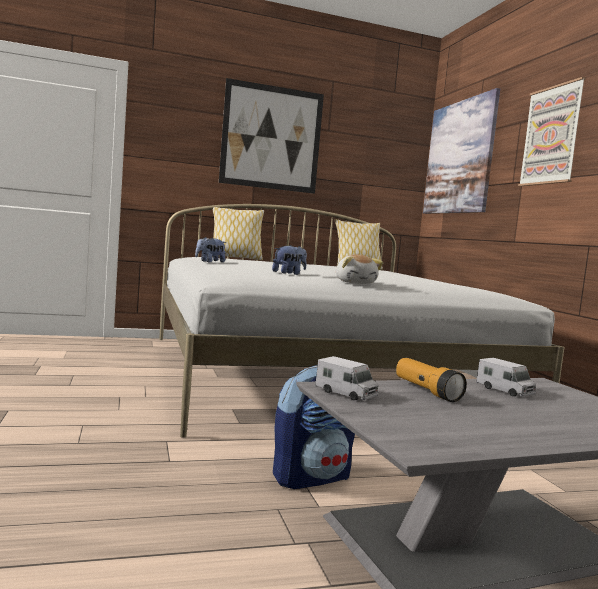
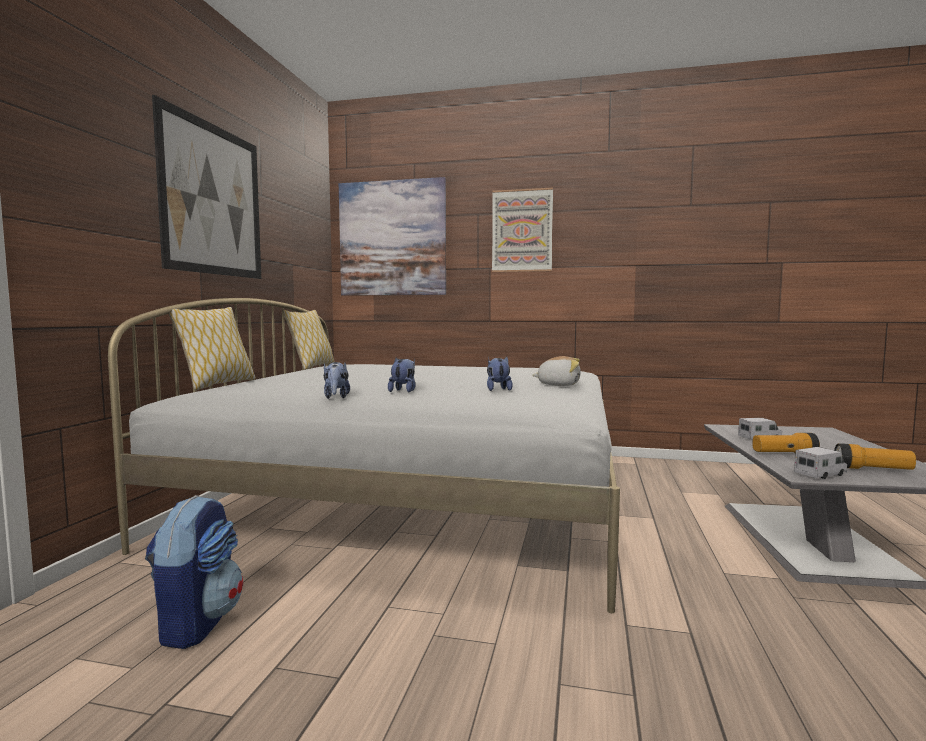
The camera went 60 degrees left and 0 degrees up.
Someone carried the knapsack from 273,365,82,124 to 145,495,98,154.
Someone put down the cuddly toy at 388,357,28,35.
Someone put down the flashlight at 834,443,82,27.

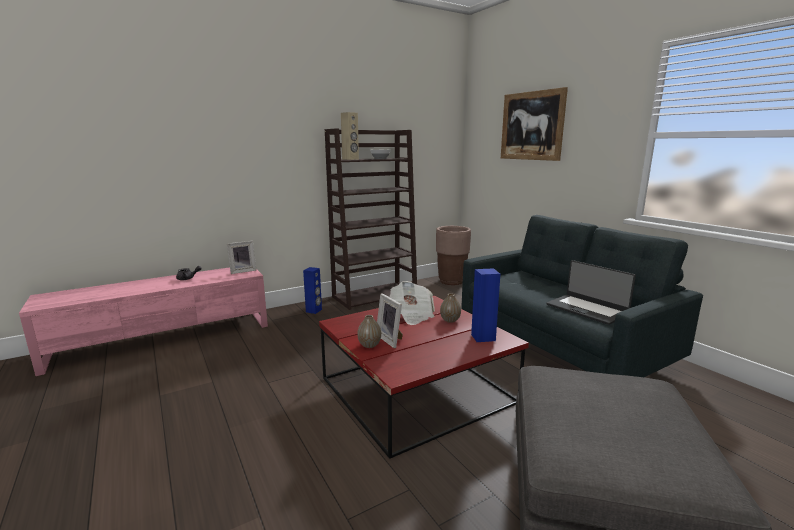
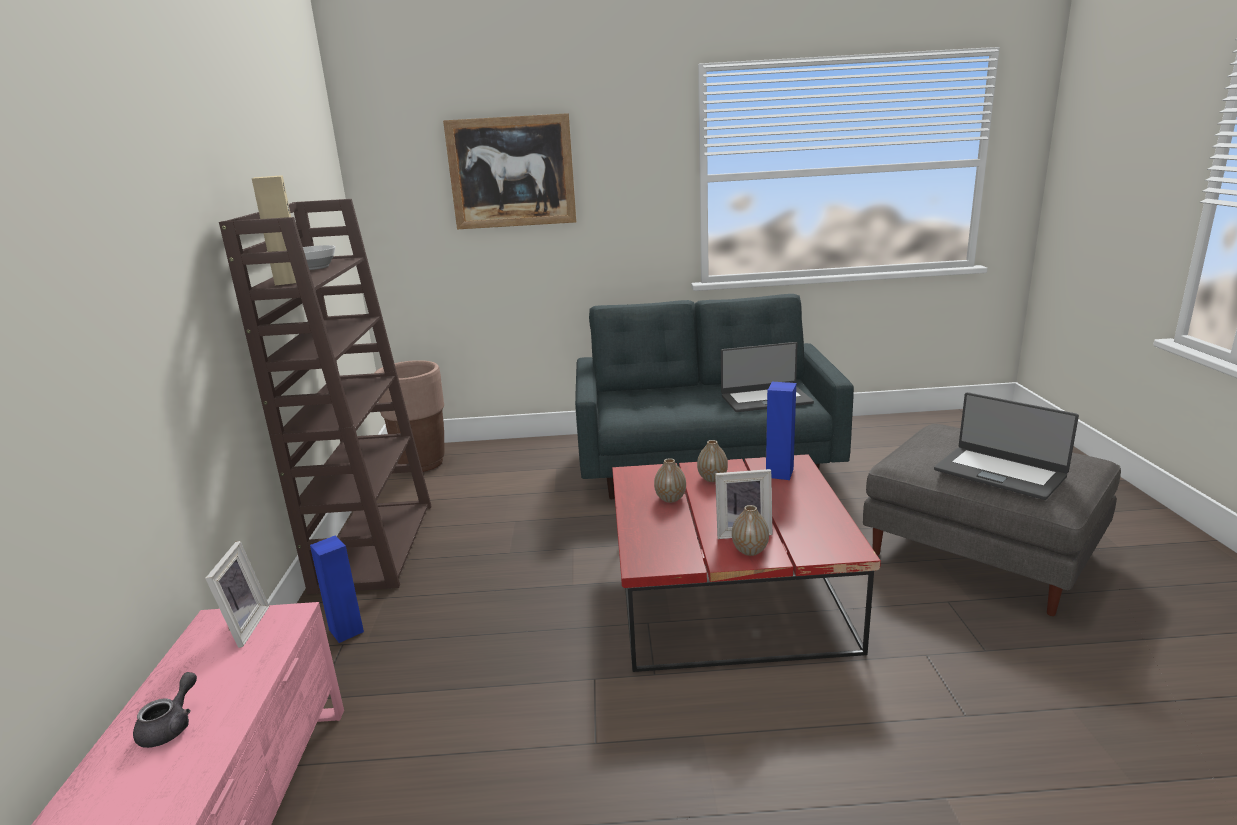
The camera went 60 degrees left and 5 degrees up.
Someone swapped the daily paper at 389,281,46,44 for the vase at 654,458,32,45.
Someone put down the notebook computer at 934,392,145,108.

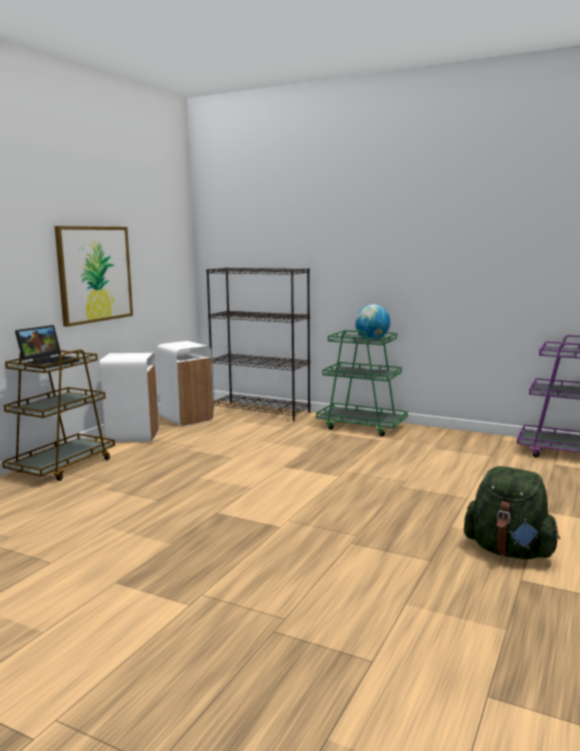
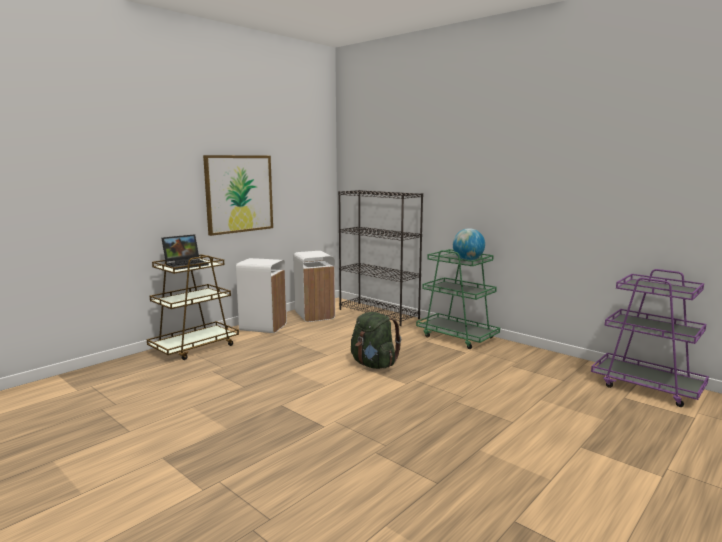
The camera went 15 degrees right and 0 degrees up.
Someone carried the knapsack/green from 464,466,96,93 to 351,312,50,57.

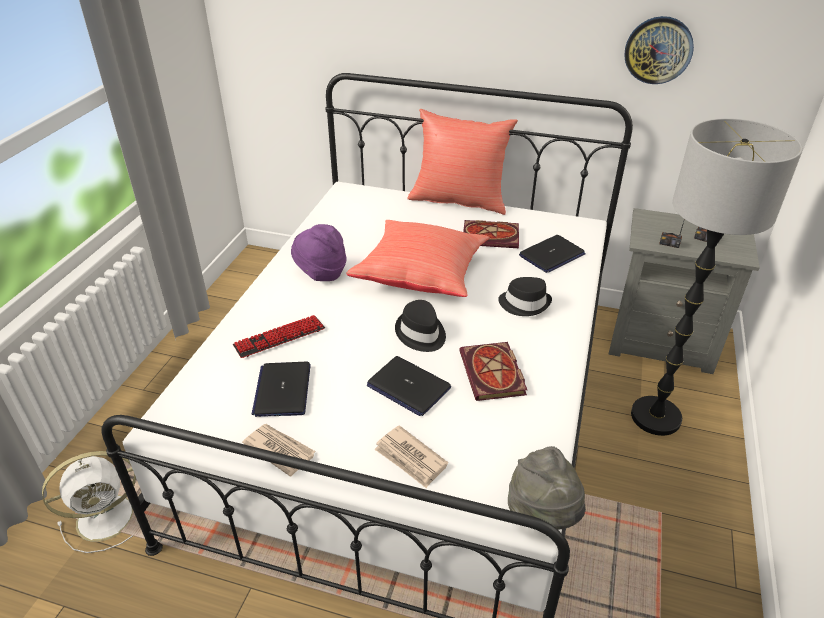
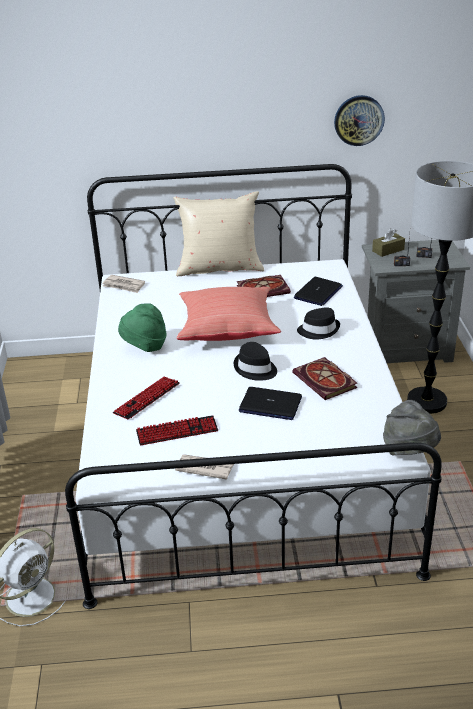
The camera went 20 degrees left and 5 degrees down.
Someone carried the daily paper from 374,425,74,63 to 102,275,43,18.
Someone repainted the wearable hat/purple-coloured at 291,224,56,57, which became the wearable hat/green at 118,303,49,49.
Someone swapped the notebook computer at 252,362,59,55 for the computer keyboard at 136,415,82,31.
Someone repainted the cushion/reddish at 407,109,111,106, which became the cushion/sand-coloured at 173,191,91,85.
Someone put down the tissue holder/brown-coloured at 372,228,33,29.

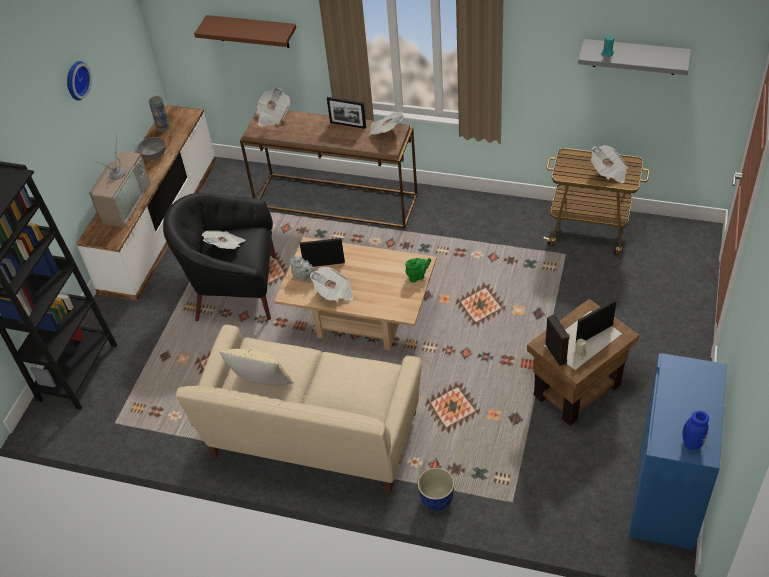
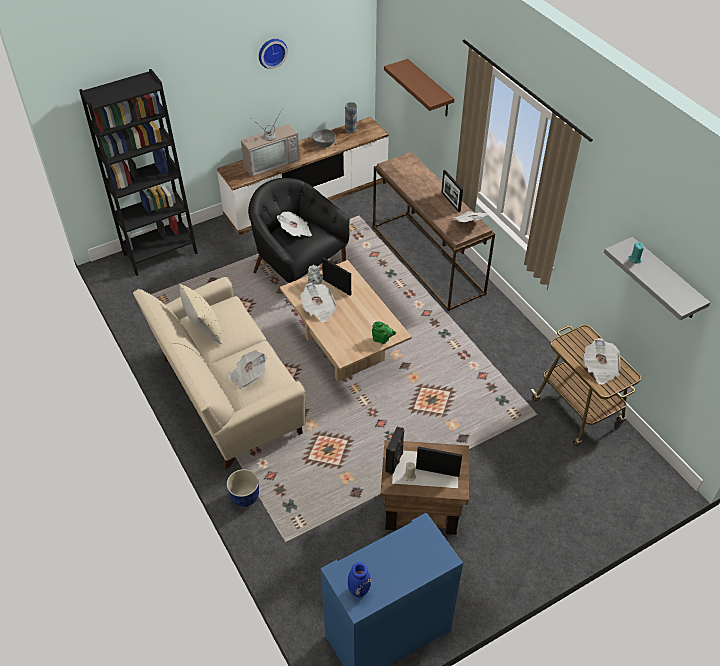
The camera went 40 degrees right and 0 degrees up.
Someone carried the daily paper from 256,88,34,39 to 228,350,39,39.

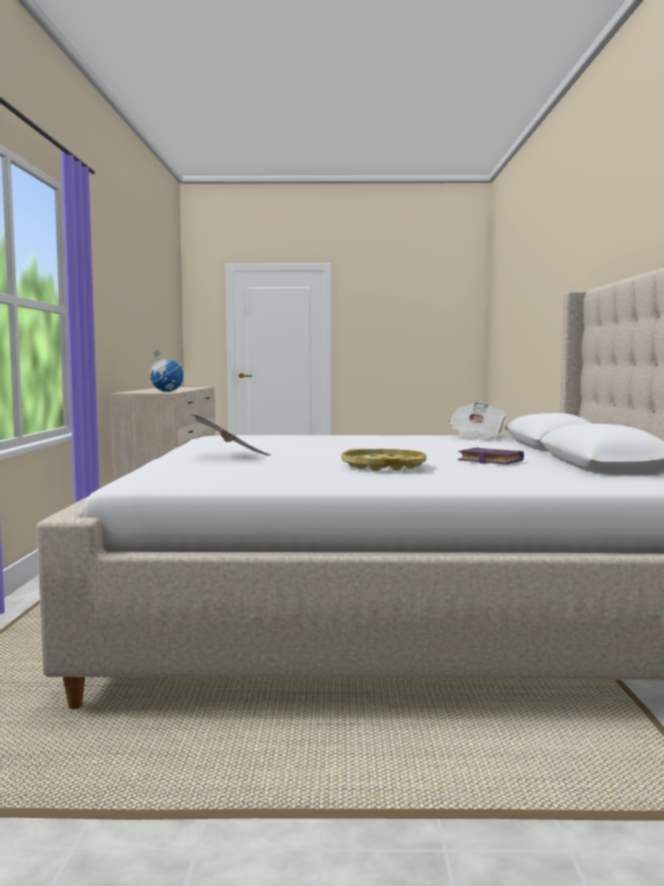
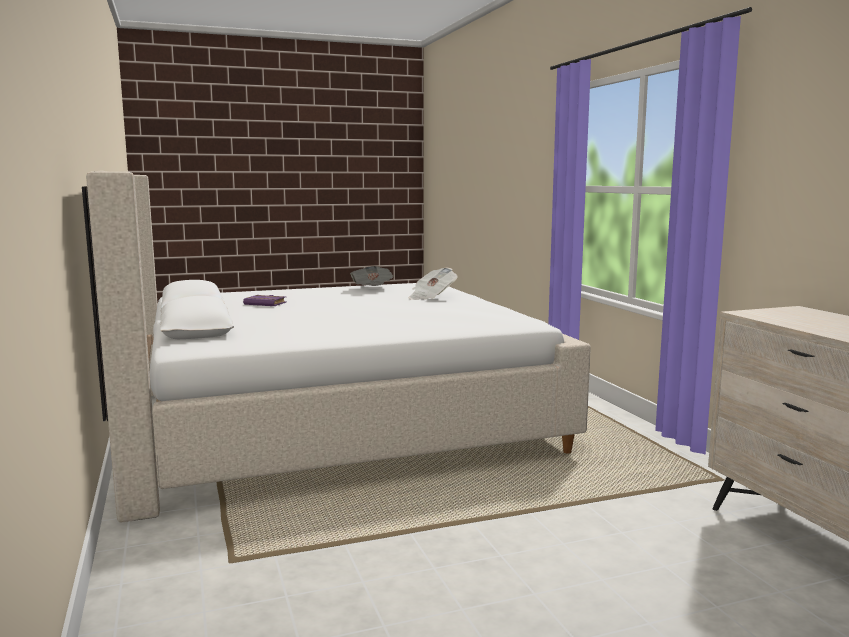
The camera went 160 degrees right and 5 degrees up.
Someone carried the daily paper from 449,402,59,39 to 350,266,44,20.
Someone took away the world globe at 149,349,35,43.
Someone took away the serving tray/yellow at 342,449,84,22.

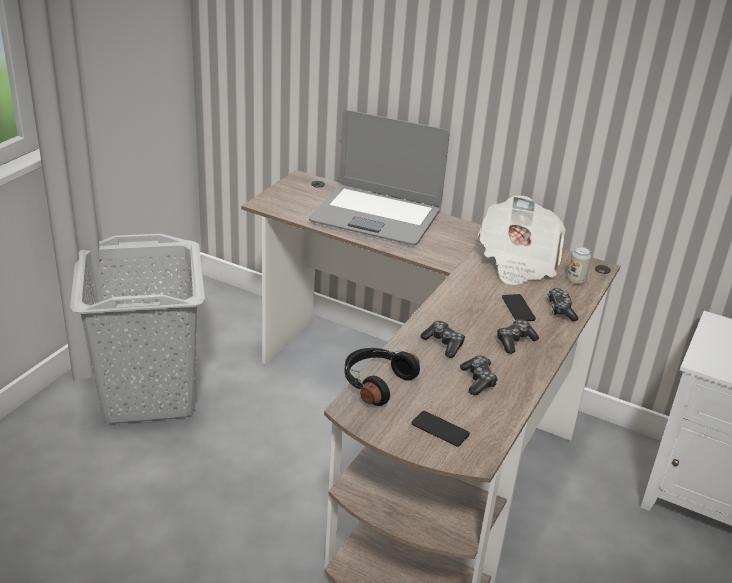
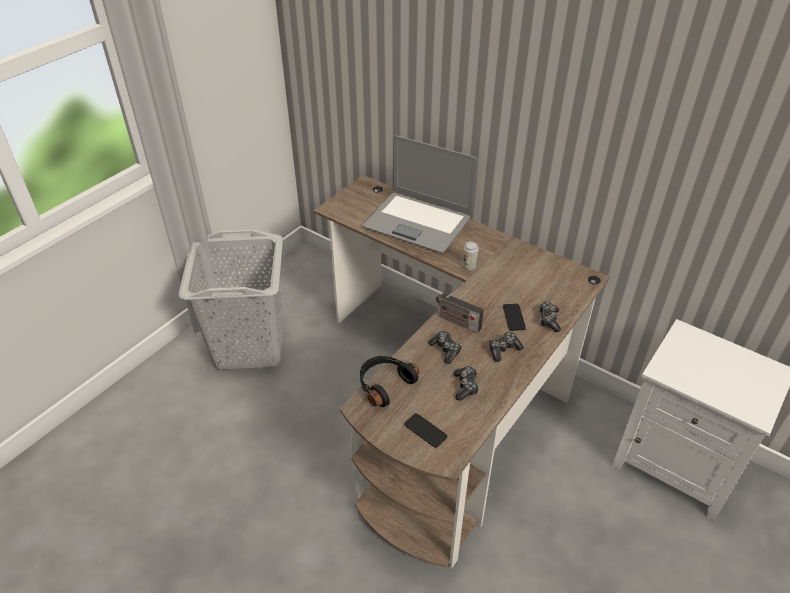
The camera went 10 degrees right and 10 degrees up.
Someone put down the radio at 436,289,48,44.
Someone carried the can from 567,247,24,37 to 462,242,17,28.
Someone took away the daily paper at 478,195,88,90.

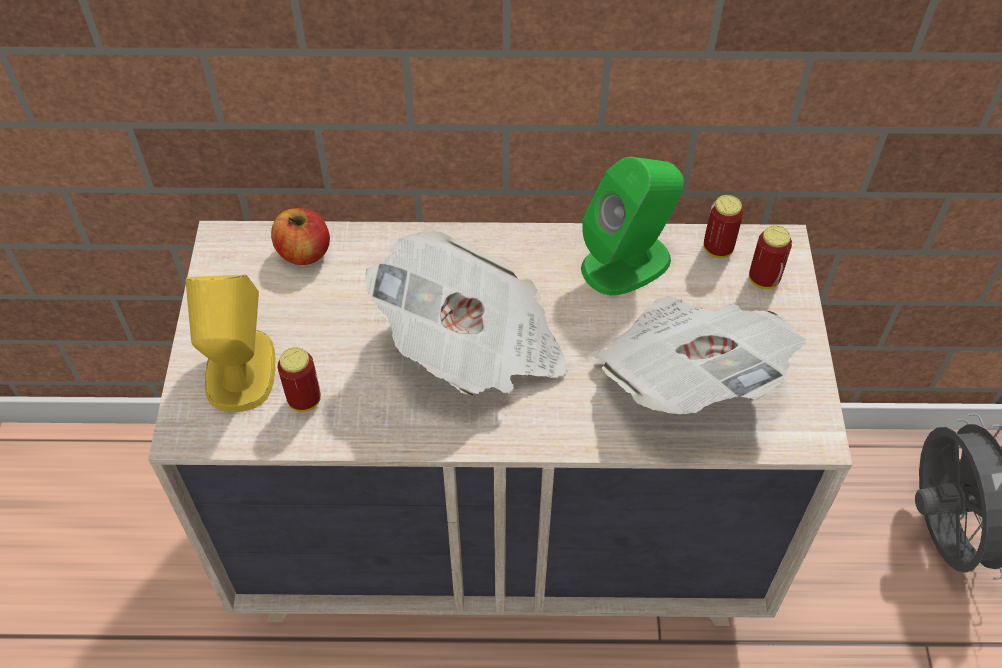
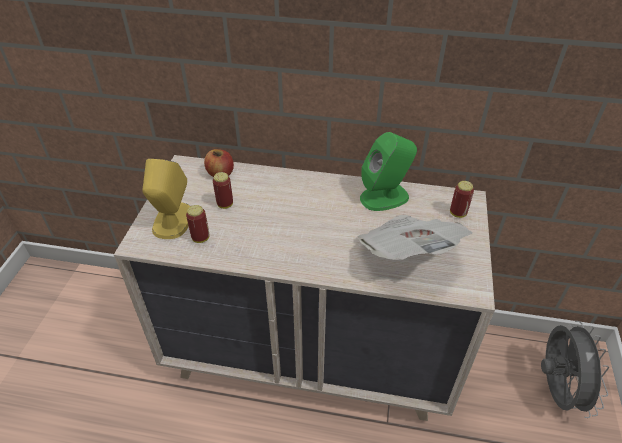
The camera went 10 degrees right and 10 degrees down.
Someone carried the can from 704,195,39,63 to 213,172,20,37.
Someone took away the daily paper at 365,231,204,165.

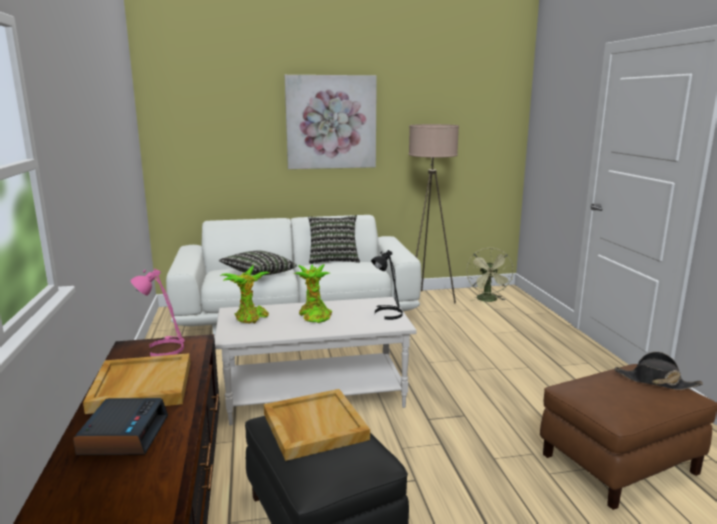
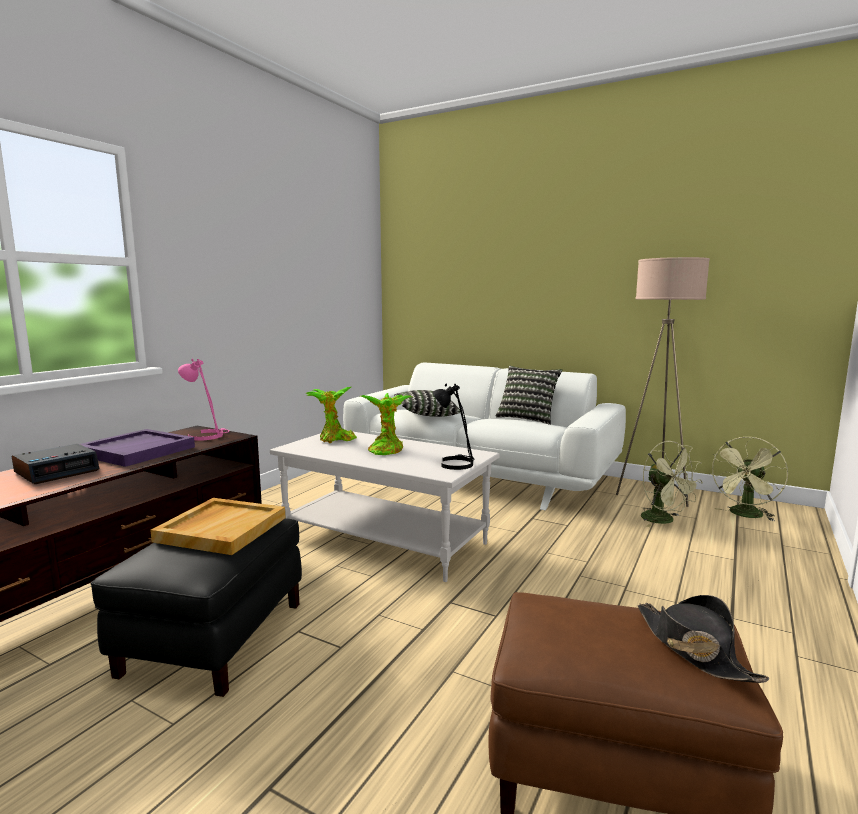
The camera went 40 degrees right and 5 degrees down.
Someone repainted the serving tray/sand-coloured at 83,353,108,61, which became the serving tray/purple-coloured at 80,429,115,38.
Someone put down the electric fan/green at 641,441,62,86.
Someone took away the picture at 285,75,92,94.

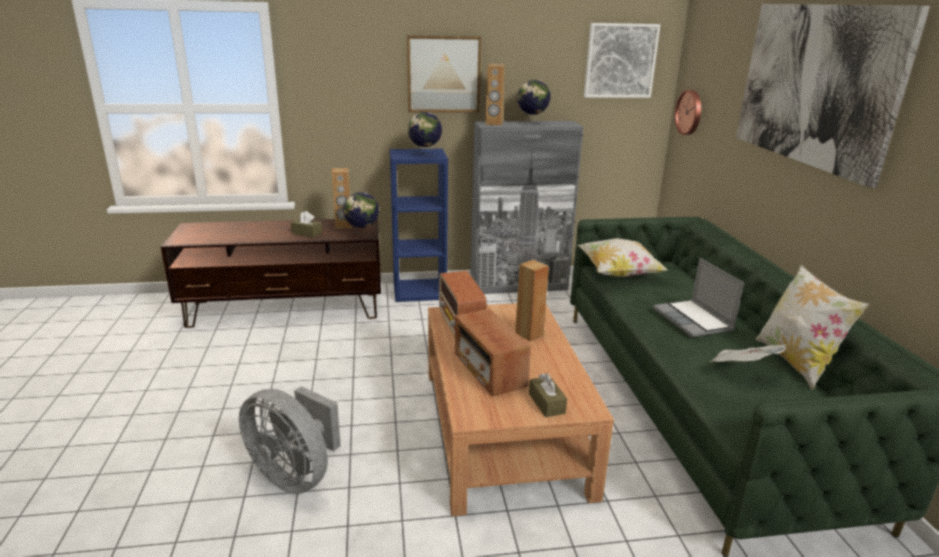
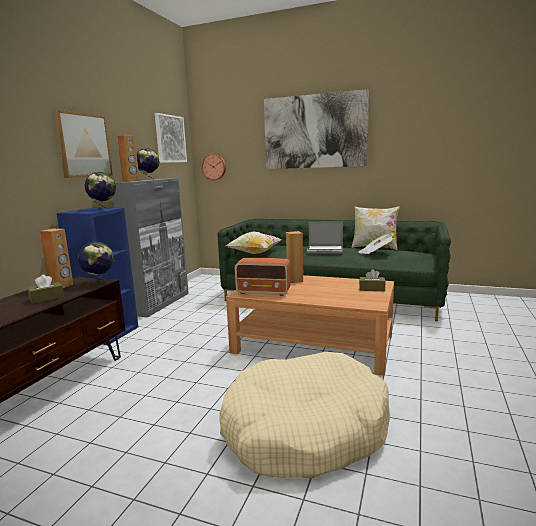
The camera went 60 degrees left and 10 degrees down.
Someone swapped the electric fan/grey at 239,386,102,108 for the dog bed/sand-coloured at 219,352,171,127.
Someone took away the radio at 455,309,76,87.

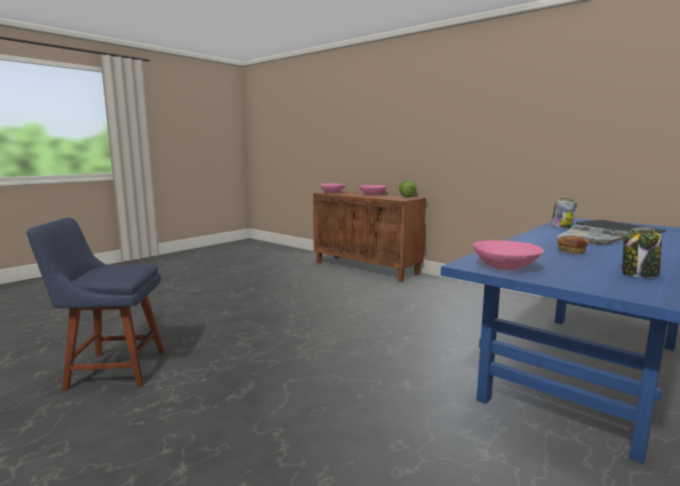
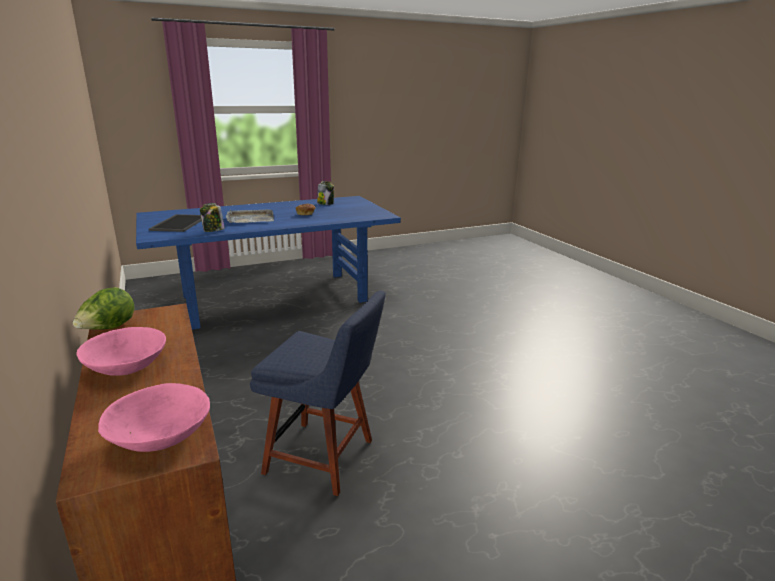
The camera went 155 degrees left and 10 degrees up.
Someone carried the upright chair/blue-coloured from 26,218,139,173 to 250,290,136,206.
Someone took away the bowl/pink-coloured at 473,240,71,30.

